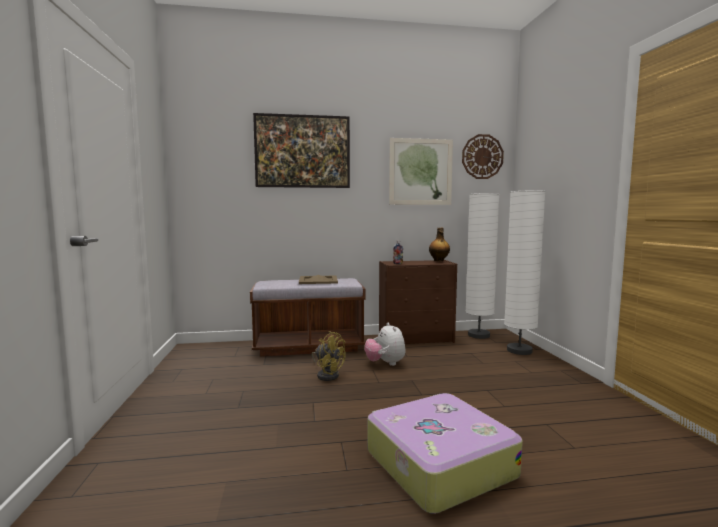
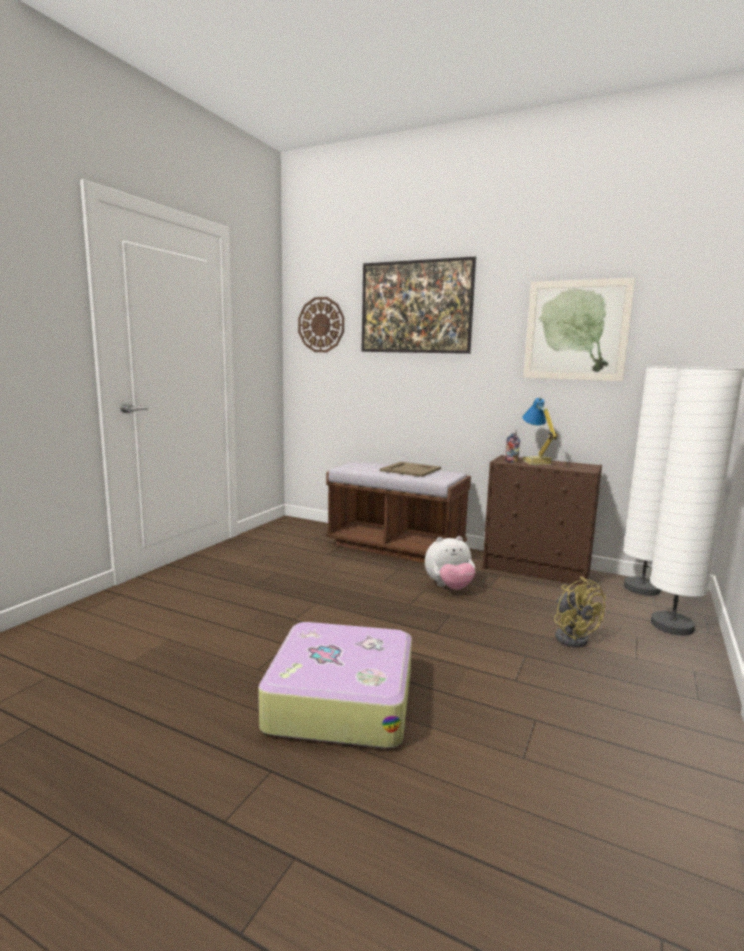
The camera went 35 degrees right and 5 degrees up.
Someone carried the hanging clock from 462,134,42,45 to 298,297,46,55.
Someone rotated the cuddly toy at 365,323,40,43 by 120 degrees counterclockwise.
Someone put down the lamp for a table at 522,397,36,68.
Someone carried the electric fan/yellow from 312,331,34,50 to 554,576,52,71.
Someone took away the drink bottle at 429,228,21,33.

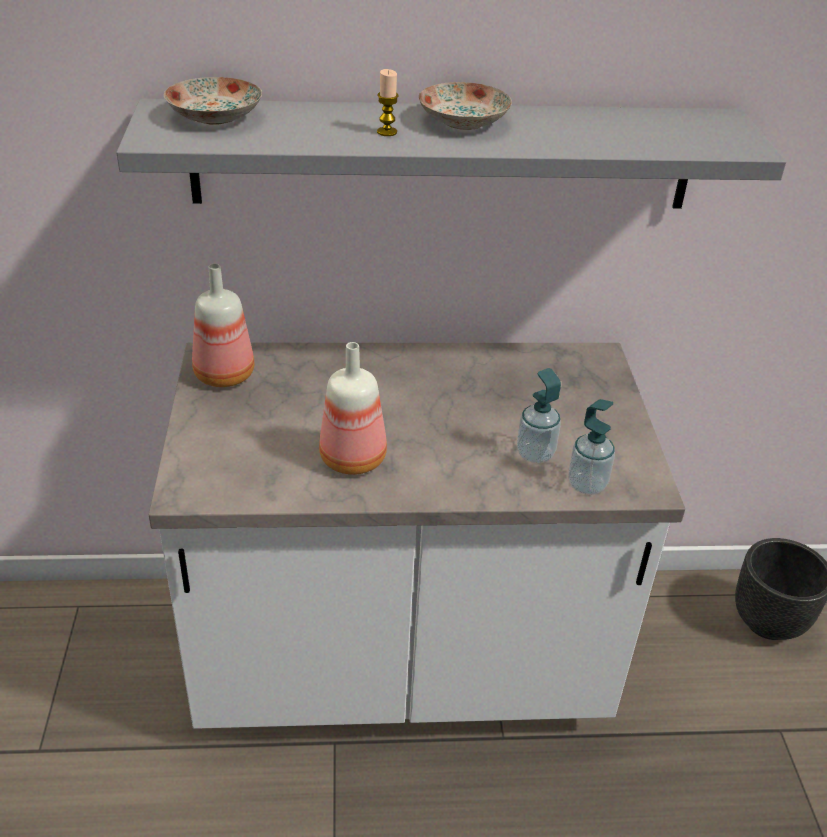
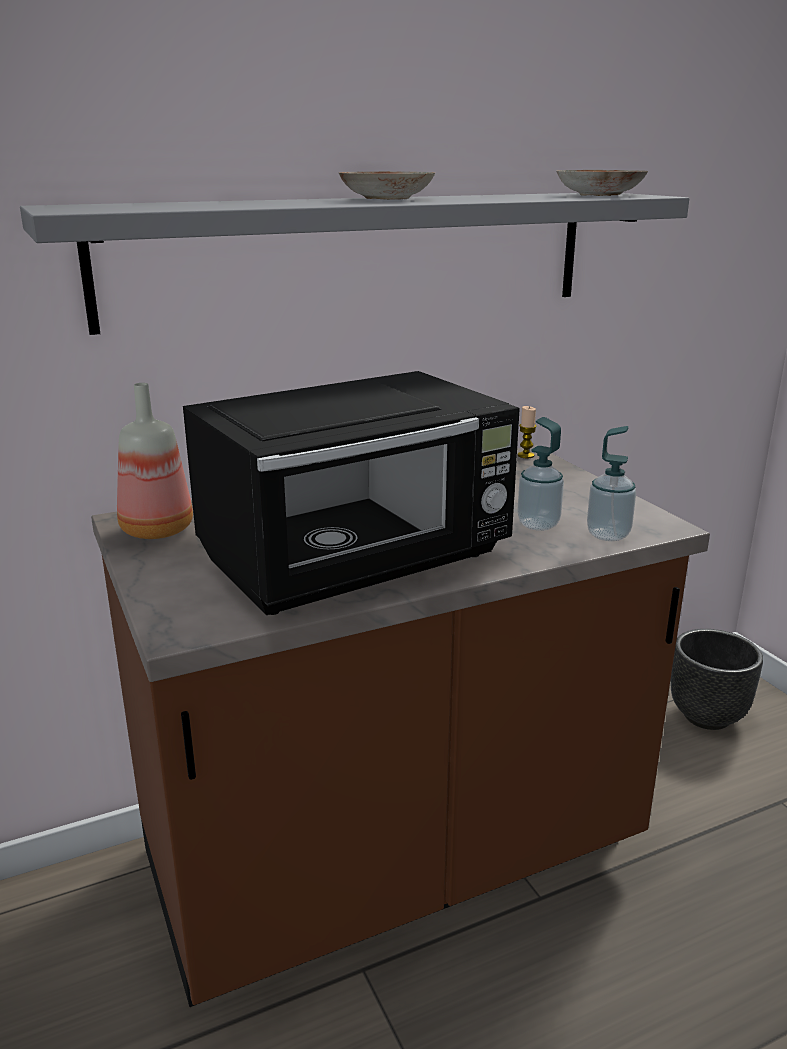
The camera went 20 degrees left and 15 degrees down.
Someone repainted the counter/whitish at 149,343,536,386, which became the counter/brown-coloured at 91,446,619,561.
Someone swapped the drink bottle at 319,342,68,133 for the kitchen microwave/black-coloured at 183,371,337,244.
Someone carried the wax candle from 377,69,22,67 to 518,406,19,52.
Someone carried the plate from 164,77,98,48 to 556,170,92,26.

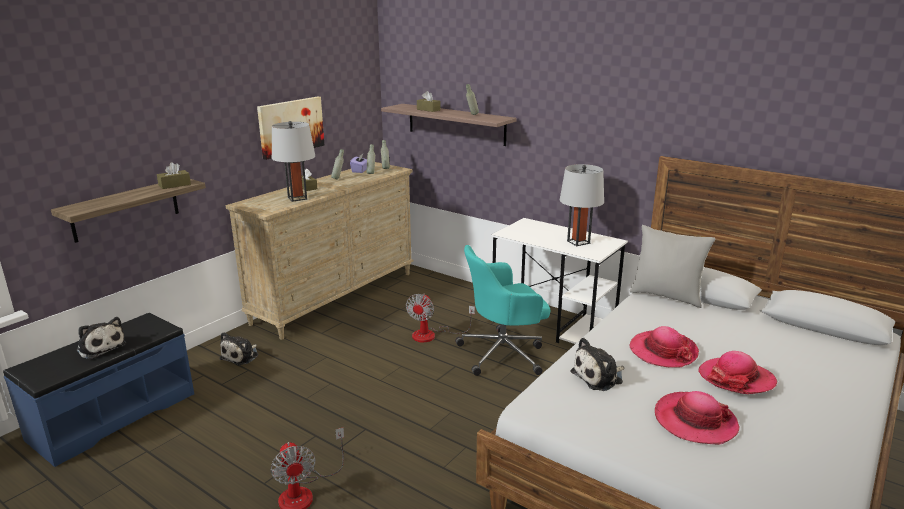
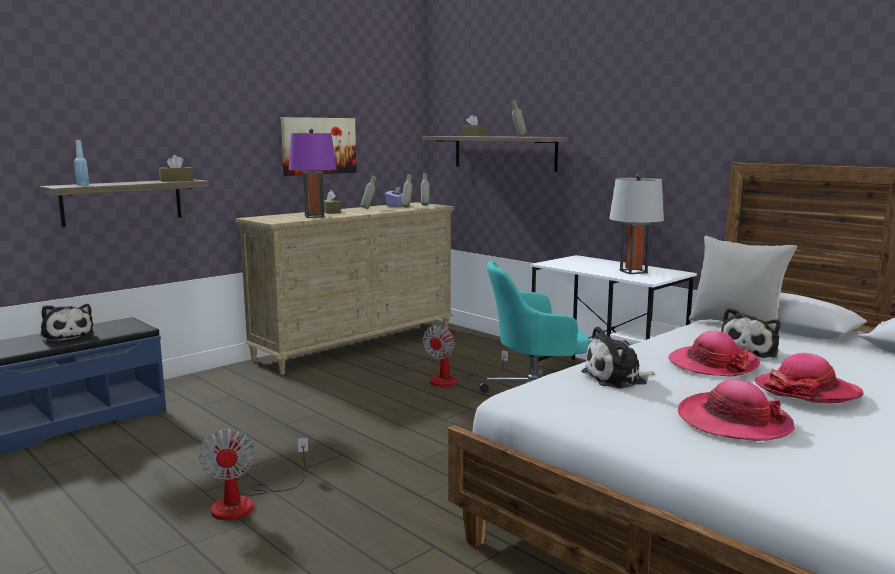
The camera went 10 degrees right and 10 degrees down.
Someone put down the drink bottle/blue-coloured at 74,140,15,46.
Someone repainted the lamp for a table/grey at 272,121,43,81, which became the lamp for a table/purple-coloured at 289,129,47,89.
Someone carried the cuddly toy from 220,332,38,33 to 721,308,60,50.

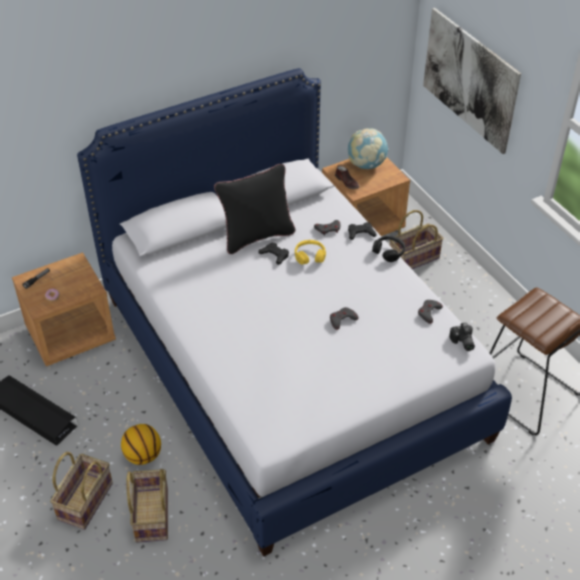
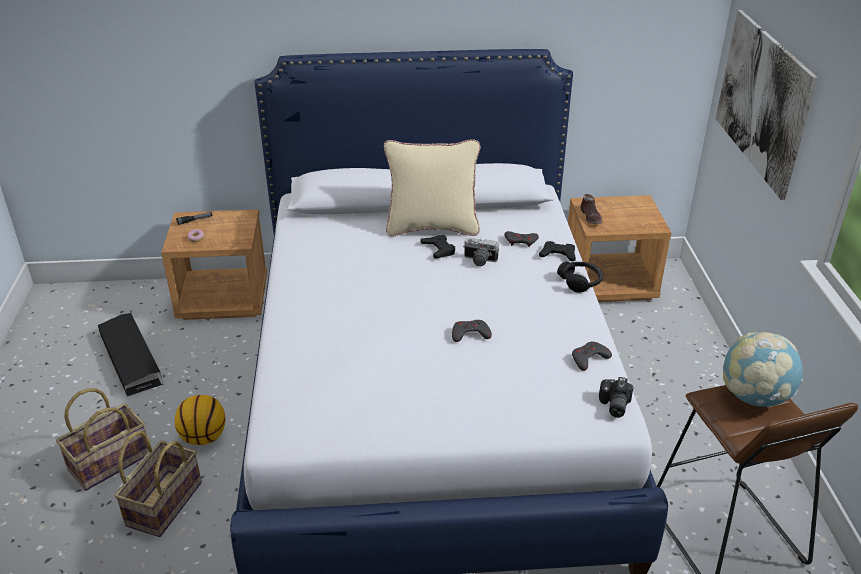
The camera went 25 degrees right and 10 degrees down.
Someone repainted the cushion/black-coloured at 214,164,81,90, which became the cushion/sand-coloured at 384,139,96,98.
Someone swapped the headset/yellow at 295,240,31,24 for the still camera at 464,238,35,28.
Someone carried the world globe from 348,128,40,41 to 723,332,80,75.
Someone took away the household basket at 390,210,54,59.

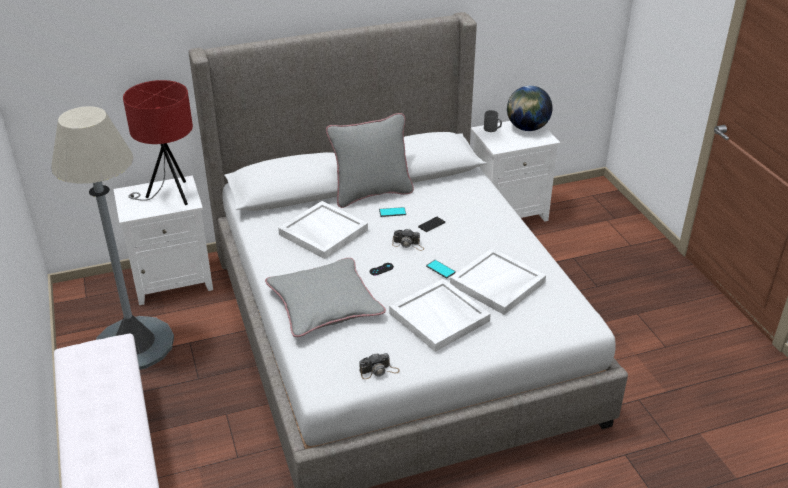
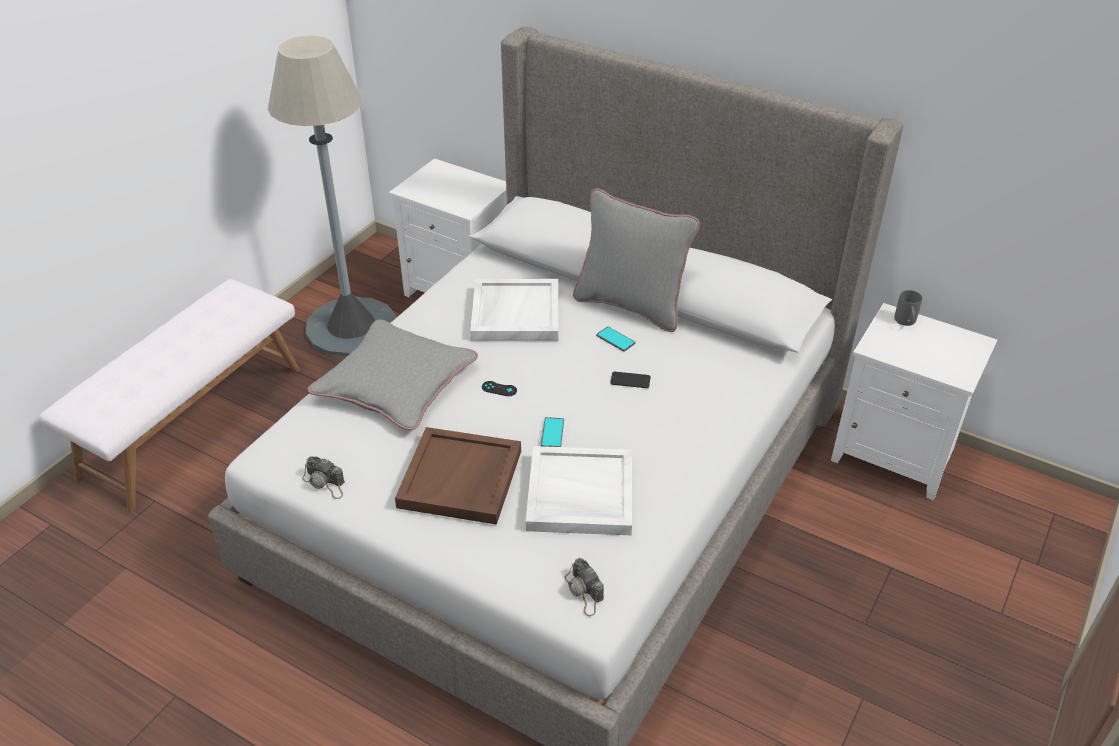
The camera went 50 degrees right and 5 degrees up.
Someone repainted the serving tray/whitish at 389,278,102,74, which became the serving tray/brown-coloured at 395,427,126,98.
Someone carried the still camera from 392,228,32,23 to 565,558,39,58.
Someone took away the lamp for a table/reddish at 123,80,70,125.
Someone took away the world globe at 507,86,46,45.

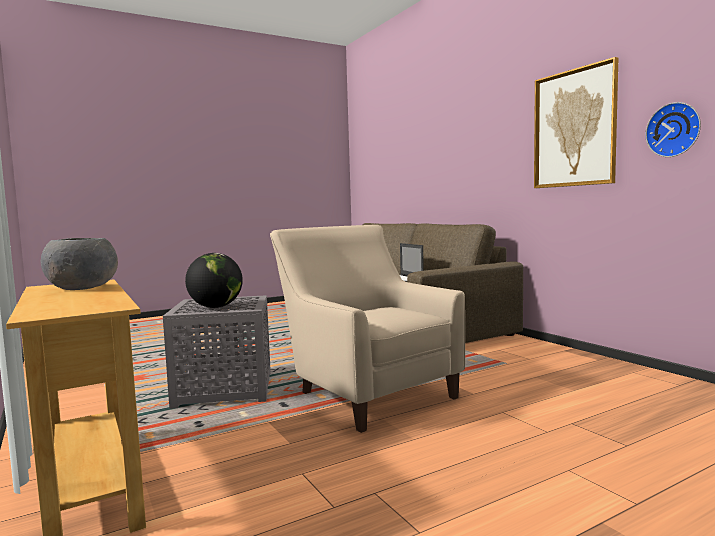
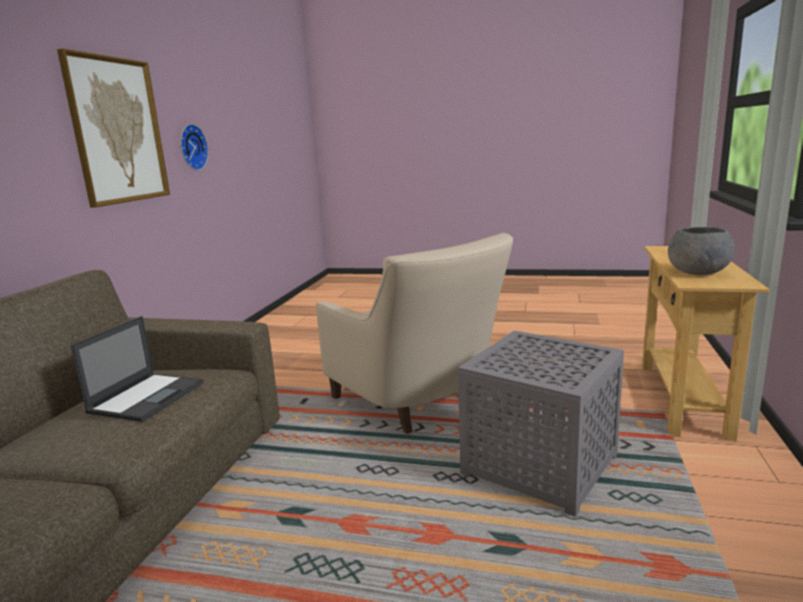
The camera went 135 degrees left and 10 degrees up.
Someone rotated the armchair/sand-coloured at 270,225,195,208 by 45 degrees counterclockwise.
Someone took away the world globe at 185,253,58,55.

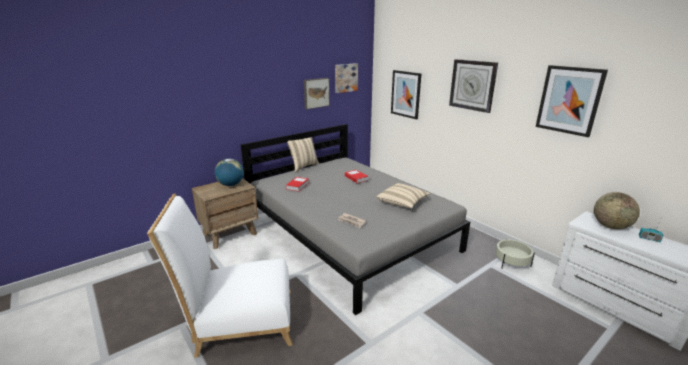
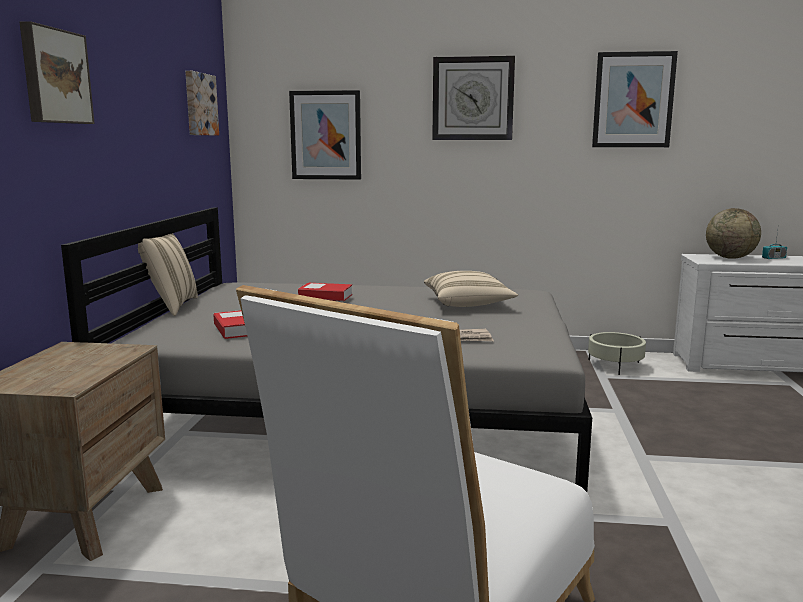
The camera went 45 degrees left and 10 degrees down.
Someone carried the picture from 304,78,26,31 to 20,21,75,103.
Someone took away the world globe at 215,158,29,28.

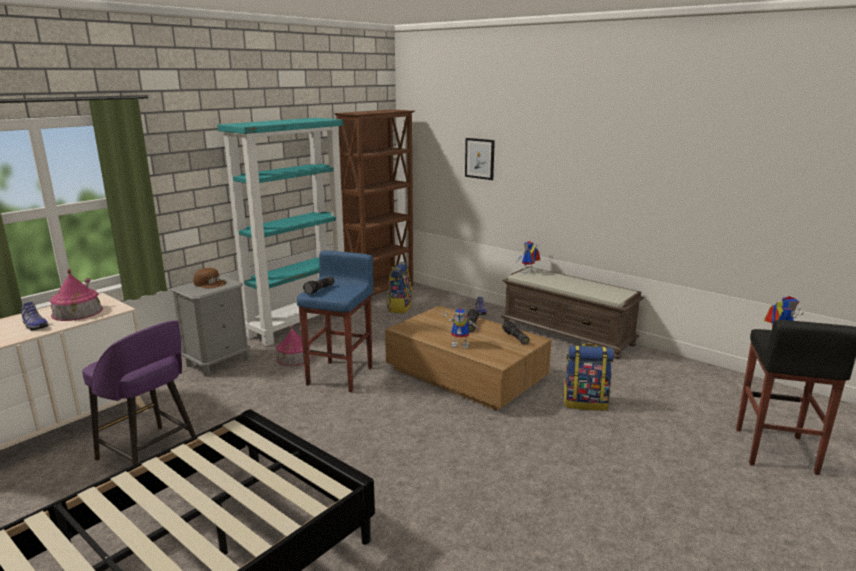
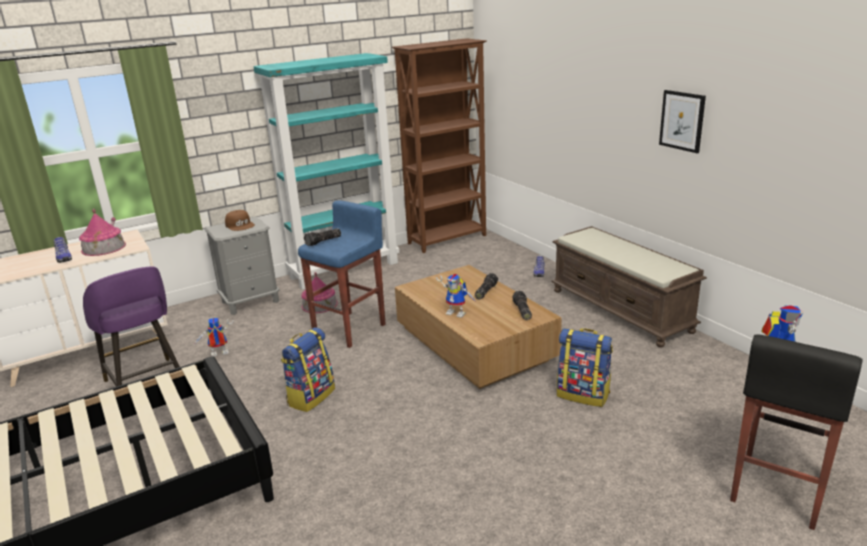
The camera went 20 degrees right and 5 degrees up.
Someone carried the toy robot from 517,241,23,33 to 195,318,39,38.
Someone carried the knapsack from 387,262,25,51 to 281,327,54,85.
Someone carried the picture from 465,138,30,42 to 659,90,47,63.

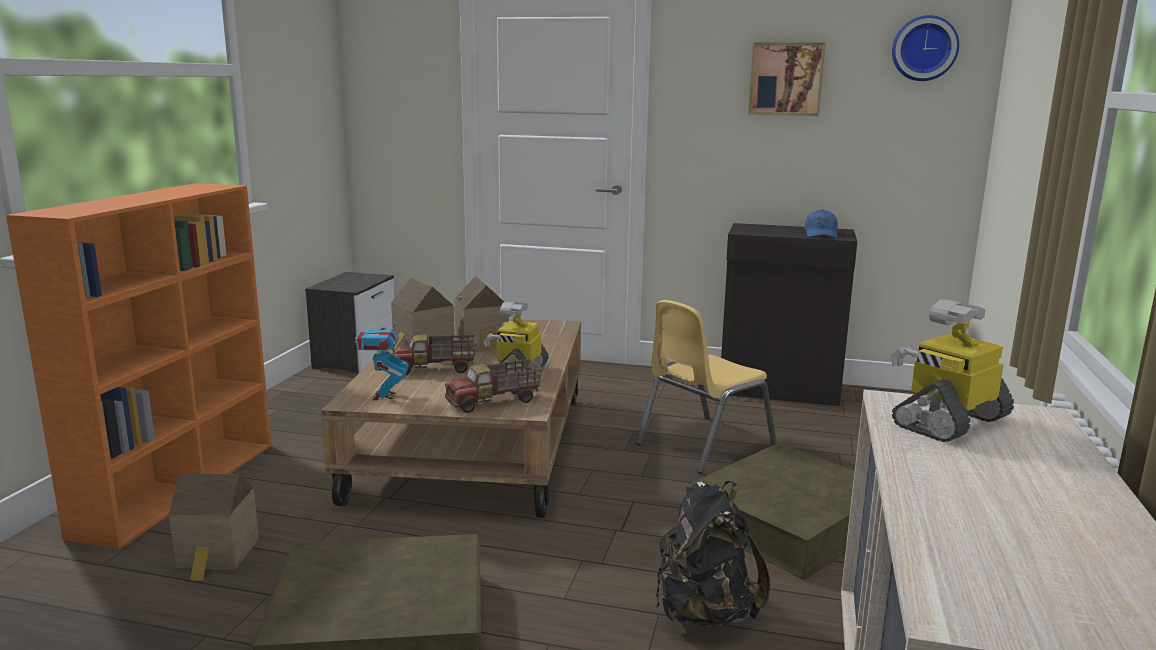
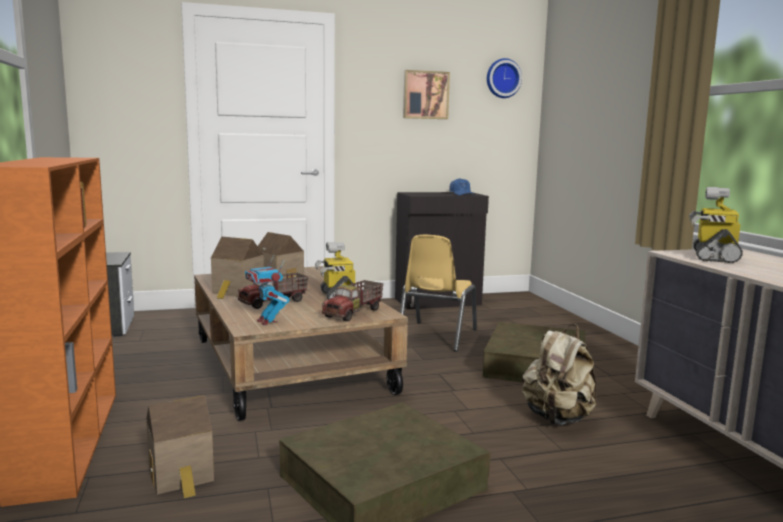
The camera went 30 degrees left and 5 degrees down.
Someone repainted the knapsack/black-coloured at 656,481,114,146, which became the knapsack/sand-coloured at 522,324,75,101.

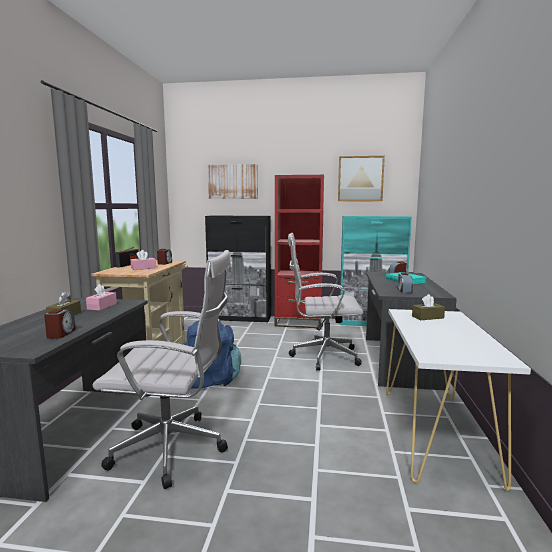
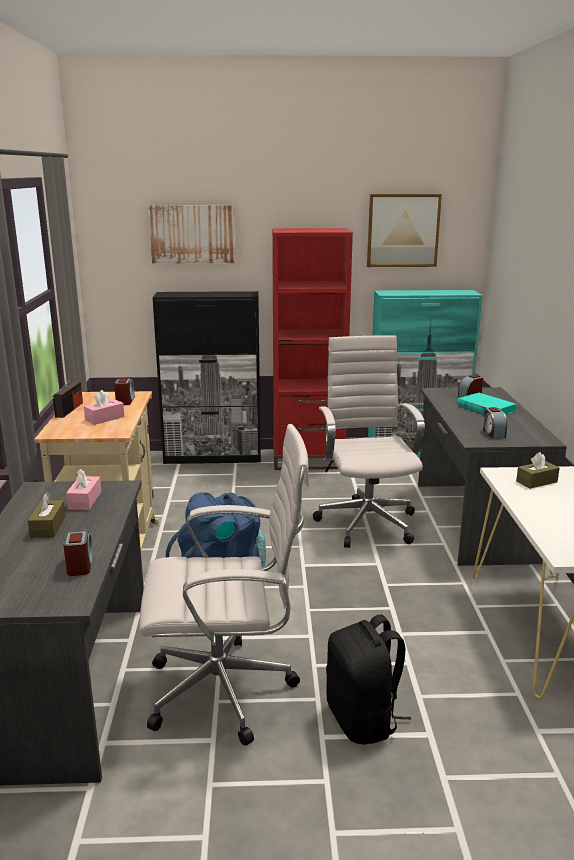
The camera went 10 degrees left and 10 degrees up.
Someone rotated the office chair/whitish at 288,233,75,138 by 90 degrees clockwise.
Someone put down the knapsack/black-coloured at 326,615,85,130.

